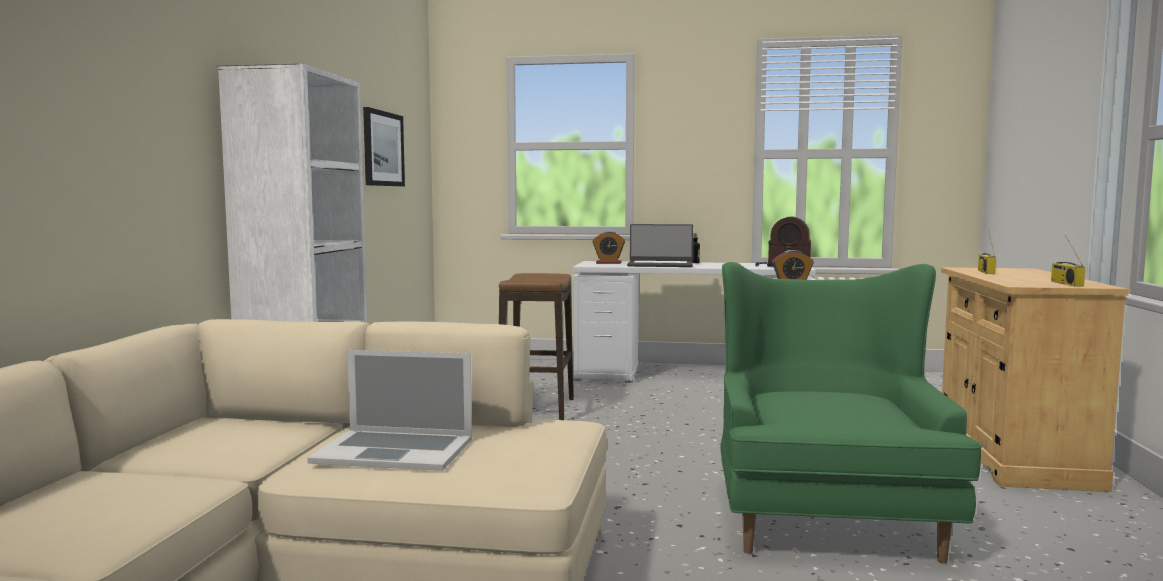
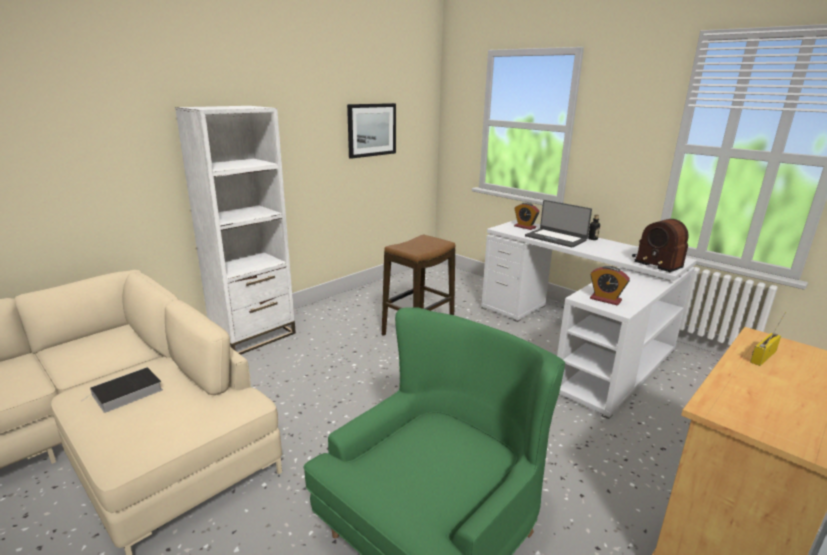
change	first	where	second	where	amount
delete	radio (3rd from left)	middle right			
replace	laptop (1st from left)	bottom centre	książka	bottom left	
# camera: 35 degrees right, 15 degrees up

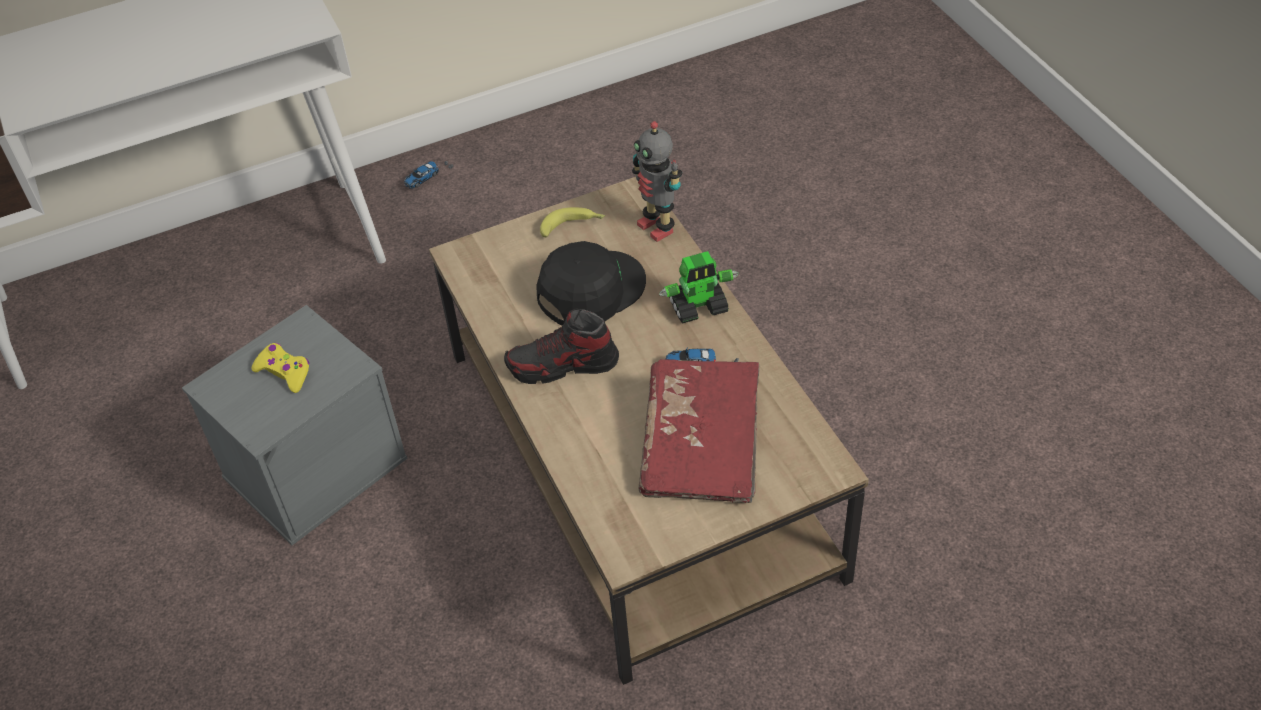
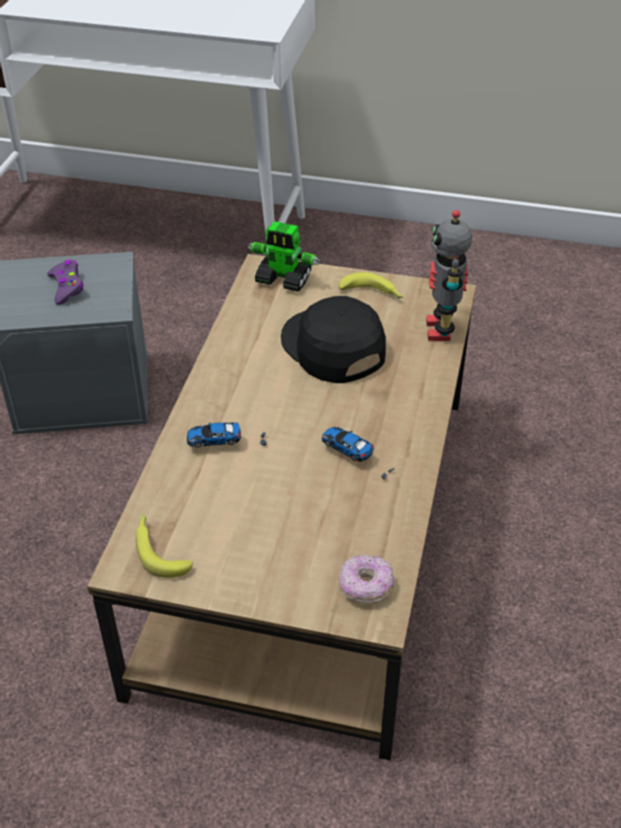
change	first	where	second	where	amount
delete	but	centre			
delete	książka/czerwony	centre			
insert			banan (1st from left)	middle left	
insert			donut	bottom centre	
move	samochodzik (1st from left)	top centre		centre	
move	robot zabawkowy (2nd from left in the first image)	centre	robot zabawkowy (1st from left)	top centre	
recolor	pad do gier/żółty	middle left	pad do gier/fioletowy	middle left	
rotate	czapka z daszkiem/czarny	centre		centre	120 degrees counterclockwise
# camera: 35 degrees right, 5 degrees down

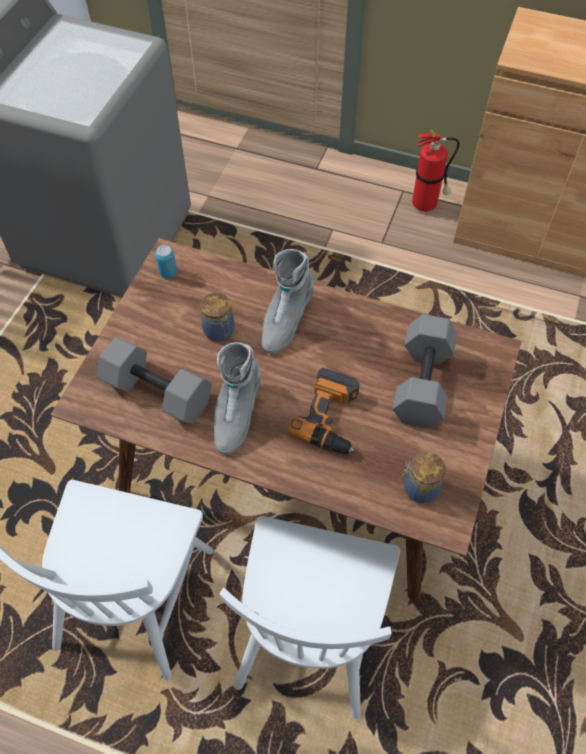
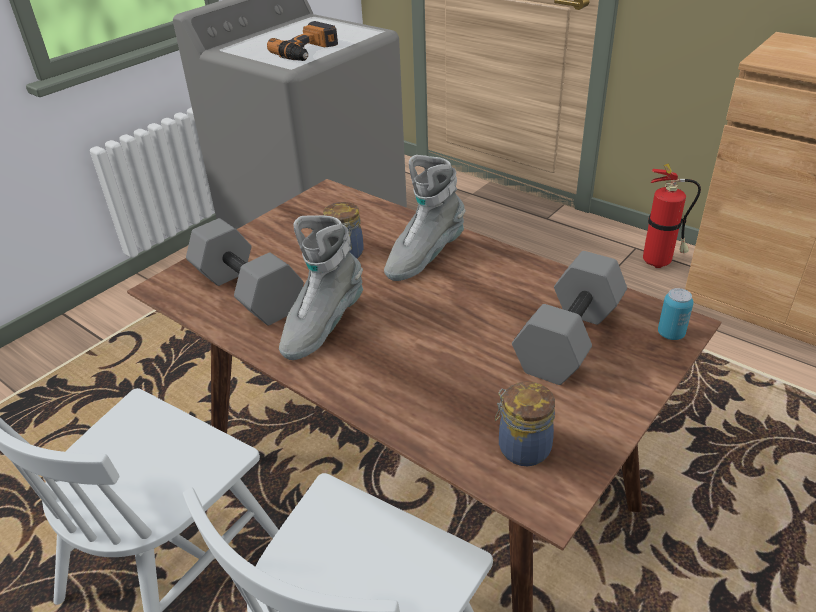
change	first	where	second	where	amount
move	puszka	middle left		middle right	
move	wiertarka	centre		top centre	
# camera: 20 degrees right, 20 degrees down

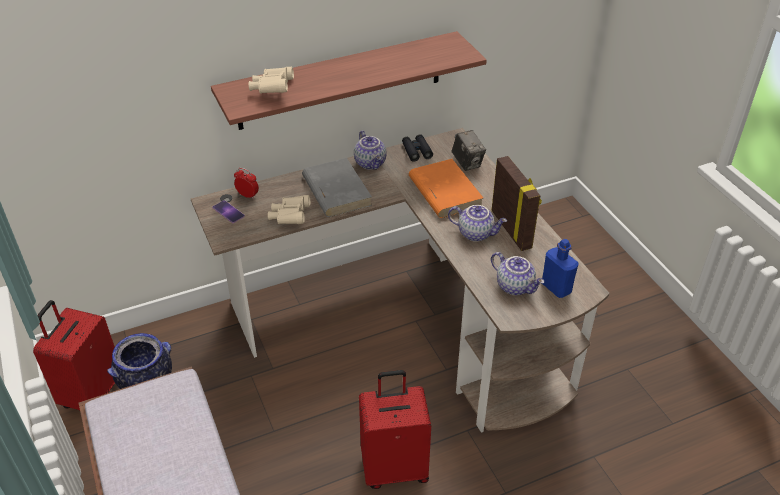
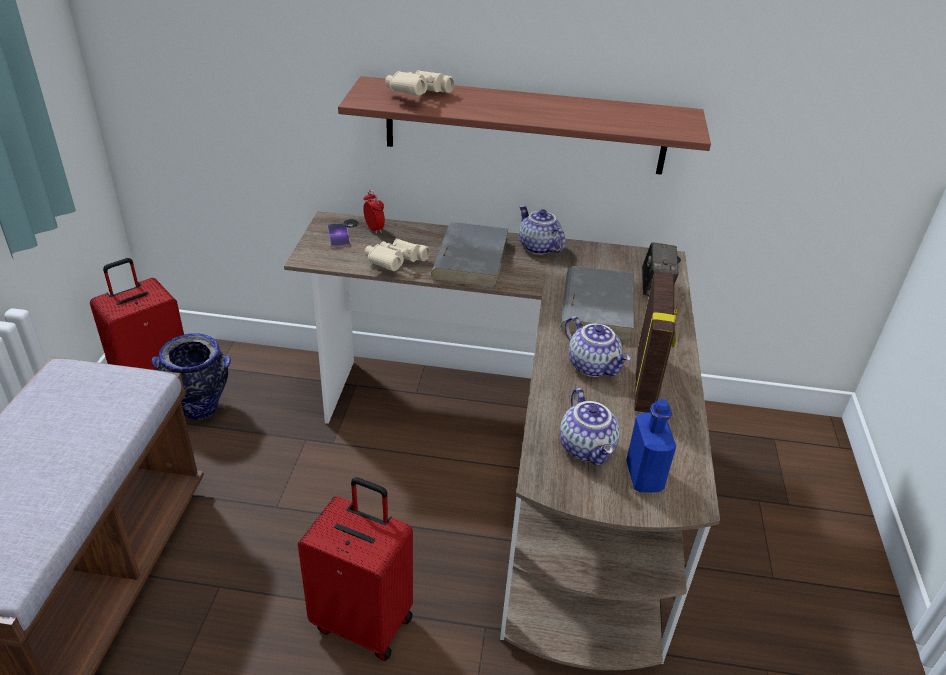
change	first	where	second	where	amount
delete	lornetka/czarny	top centre			
recolor	książka/pomarańczowy	centre	książka/szary (2nd from left)	centre	
rotate	imbryk (1st from left)	top centre		centre	135 degrees clockwise
# camera: 30 degrees right, 5 degrees down

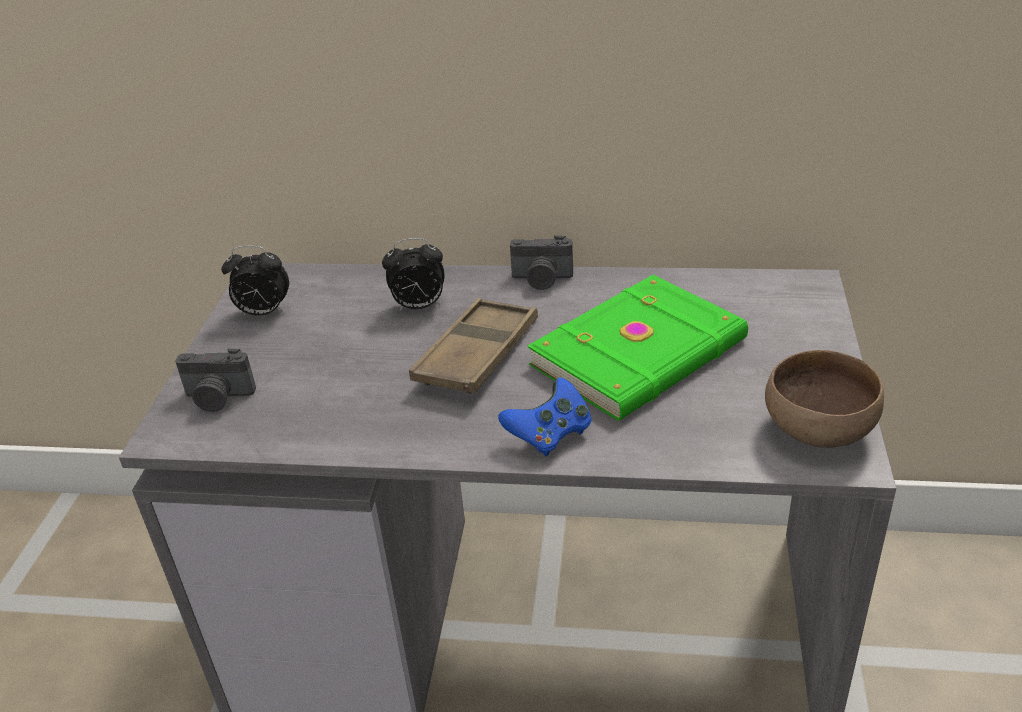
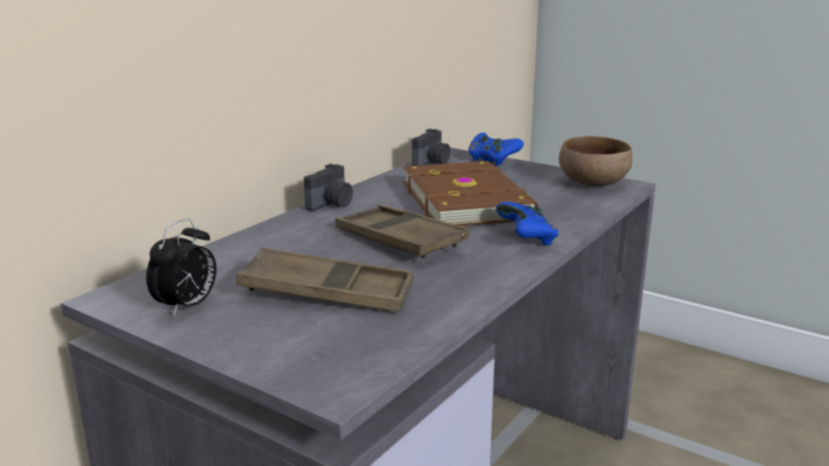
change	first	where	second	where	amount
delete	budzik (2nd from left)	centre			
insert			taca/brązowy (1st from left)	centre	
insert			pad do gier/niebieski (1st from left)	top centre	
move	aparat fotograficzny (1st from left in the first image)	middle left	aparat fotograficzny (2nd from left)	top centre	
recolor	książka/zielony	centre	książka/brązowy	centre	
# camera: 65 degrees left, 15 degrees down

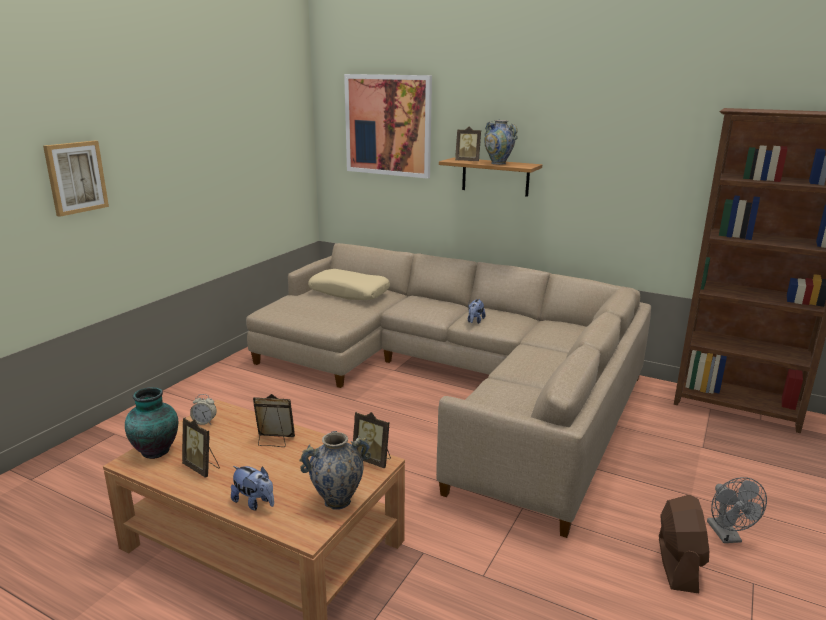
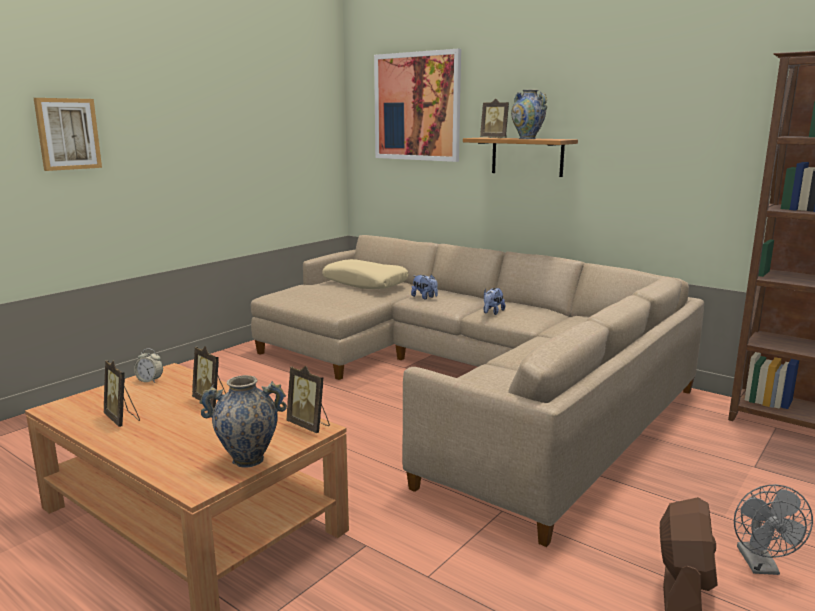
change	first	where	second	where	amount
delete	wazon (1st from left)	bottom left			
move	pluszak (1st from left)	bottom left		centre	
rotate	ramka na zdjęcie (2nd from left)	bottom left		middle left	150 degrees counterclockwise
# camera: 10 degrees right, 5 degrees down

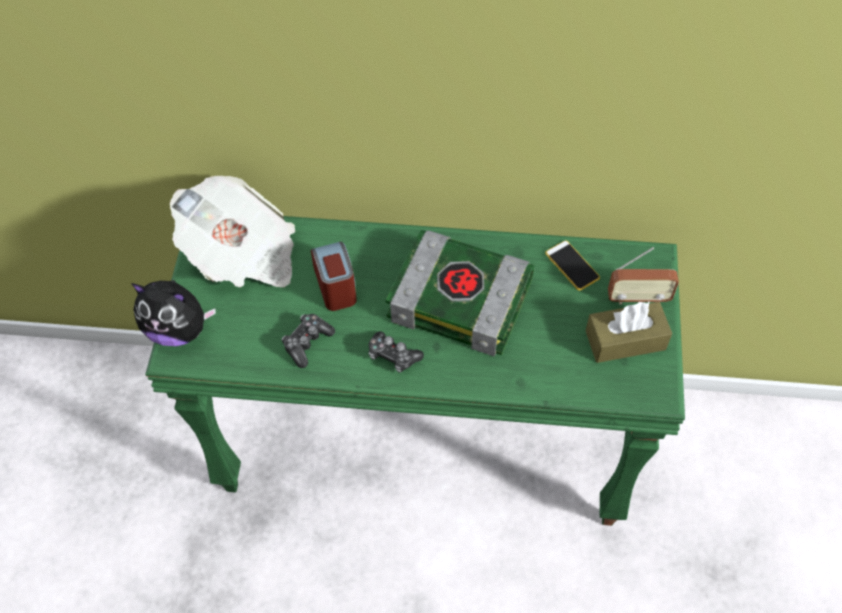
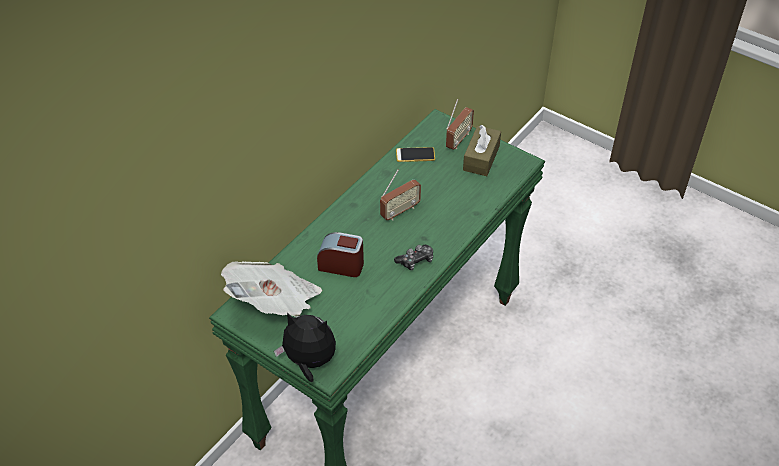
change	first	where	second	where	amount
delete	pad do gier (1st from left)	centre			
replace	książka	centre	radio (1st from left)	centre	
rotate	pluszak	middle left		bottom centre	120 degrees counterclockwise
# camera: 60 degrees left, 10 degrees down

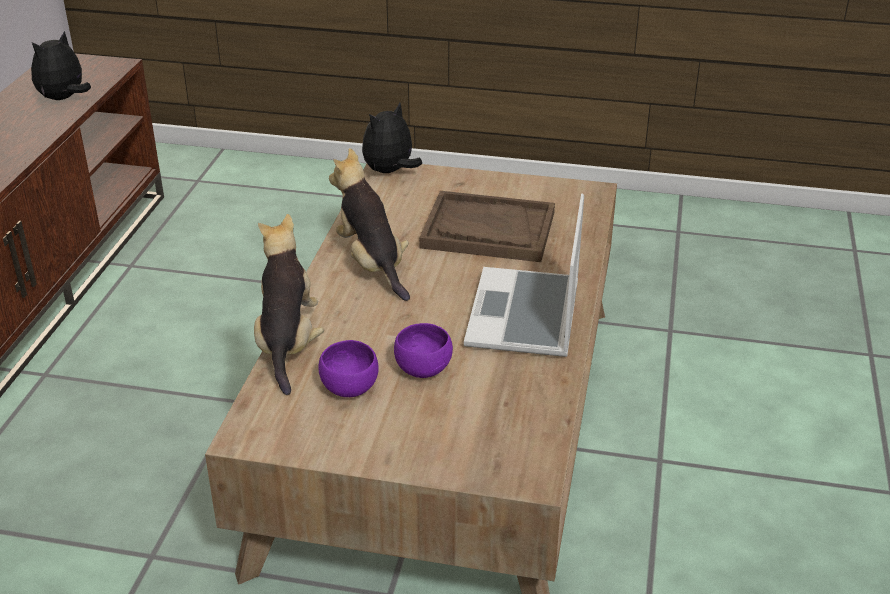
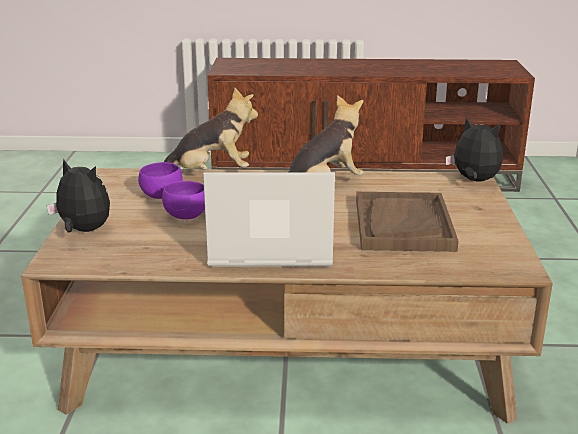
change	first	where	second	where	amount
move	pluszak (1st from left)	top left		middle left	
# camera: 80 degrees right, 10 degrees down

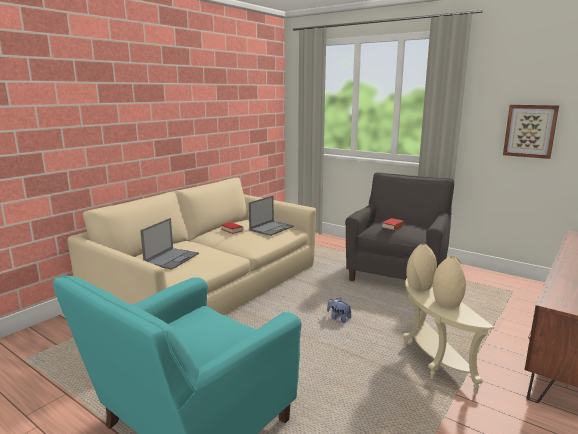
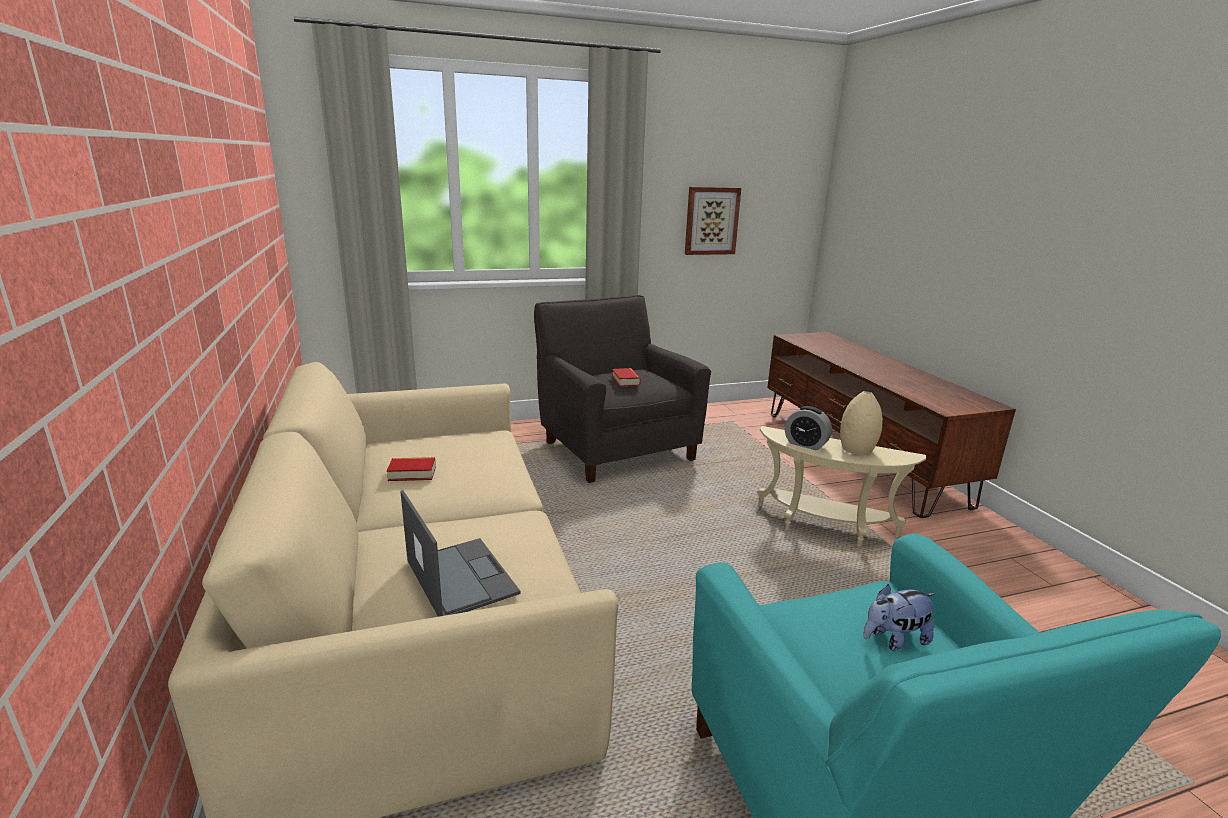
change	first	where	second	where	amount
delete	laptop (2nd from left)	centre			
move	pluszak	bottom centre		bottom right	
replace	wazon/beżowy (1st from left)	middle right	budzik	centre	
# camera: 55 degrees left, 5 degrees up

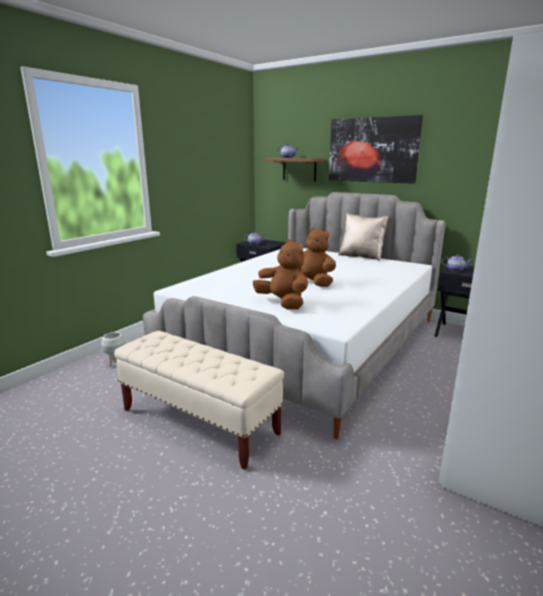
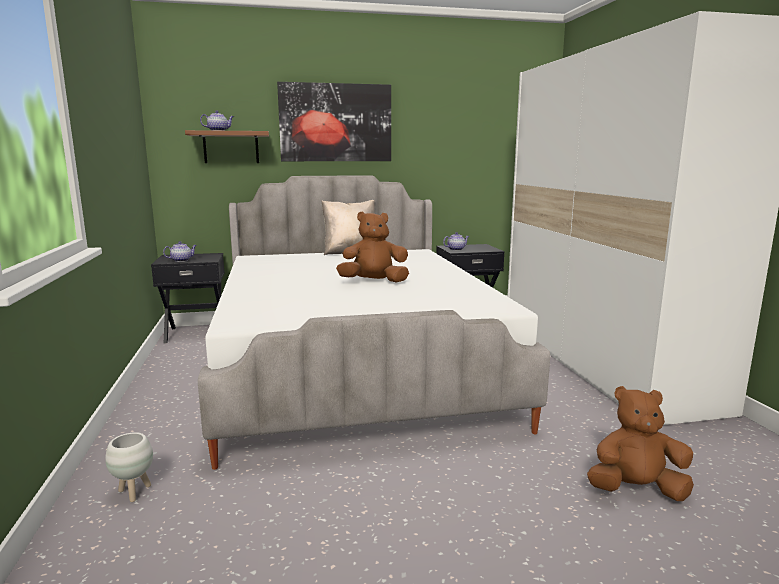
change	first	where	second	where	amount
delete	ławka/beżowy	bottom centre			
move	pluszak/brązowy (1st from left in the first image)	centre	pluszak/brązowy (2nd from left)	bottom right	
# camera: 45 degrees left, 5 degrees down

